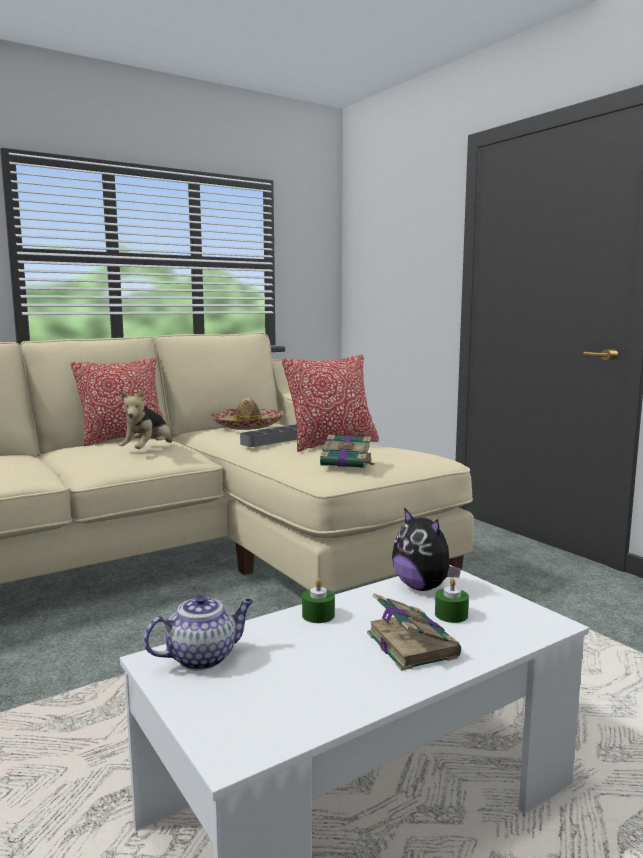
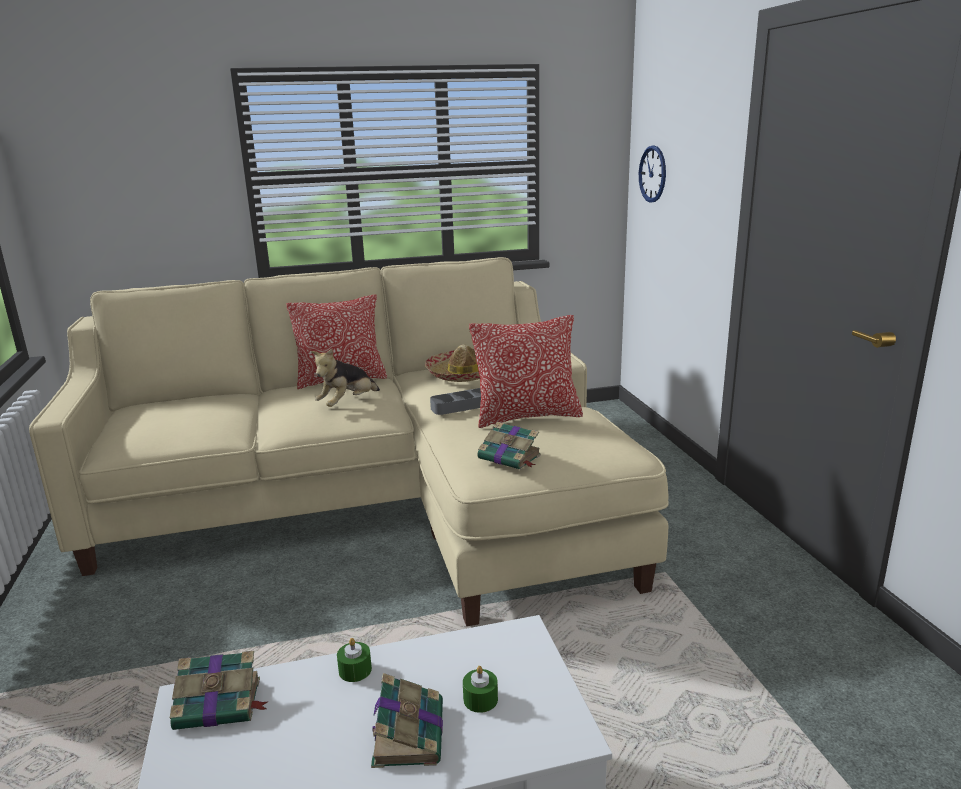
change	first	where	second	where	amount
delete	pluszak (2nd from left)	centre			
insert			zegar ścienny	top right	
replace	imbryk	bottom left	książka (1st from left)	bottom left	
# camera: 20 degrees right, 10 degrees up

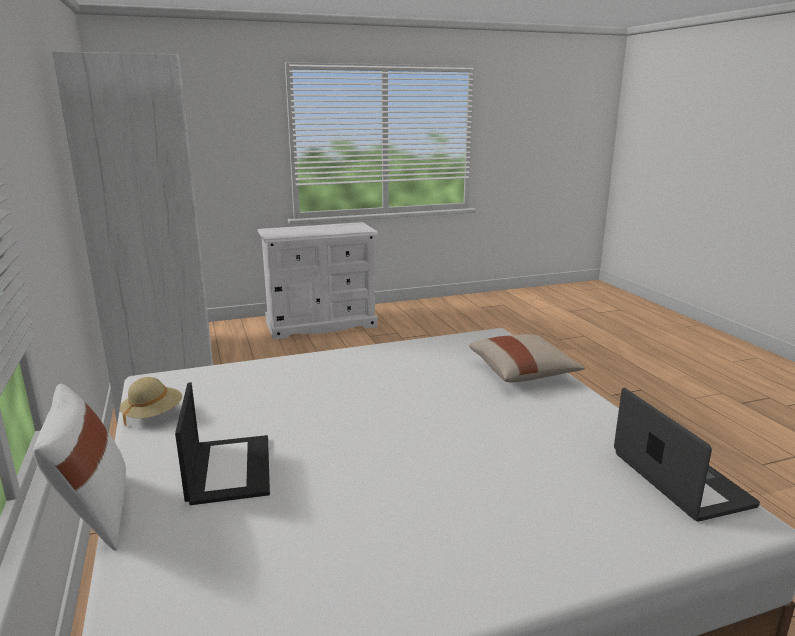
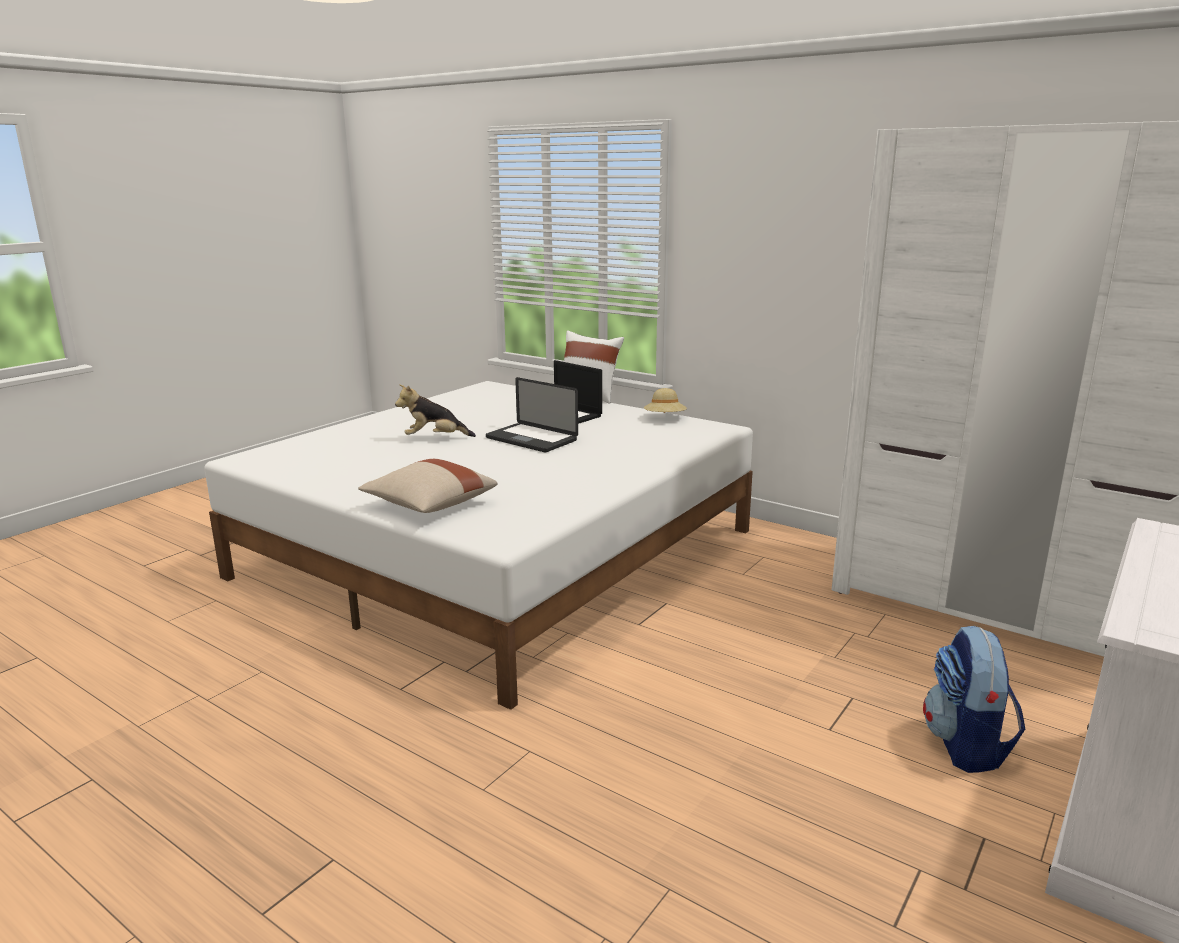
change	first	where	second	where	amount
insert			pluszak	centre	
insert			plecak	bottom right	
move	laptop (2nd from left in the first image)	bottom right	laptop (1st from left)	centre	
# camera: 145 degrees right, 0 degrees up

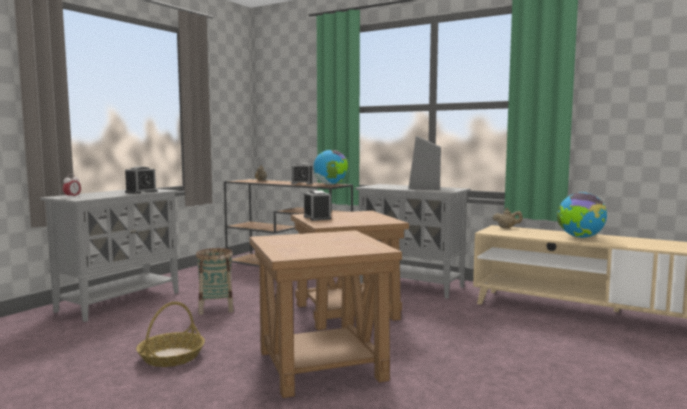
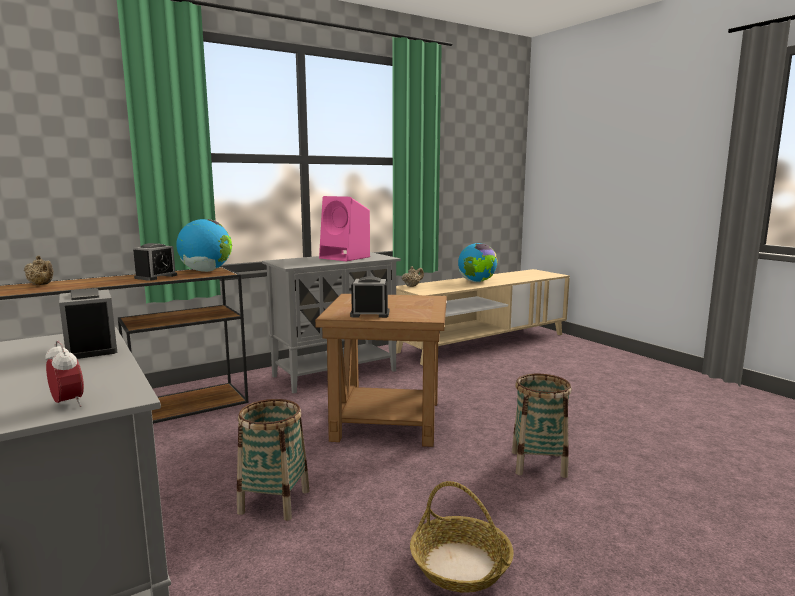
change	first	where	second	where	amount
replace	stolik/brązowy (1st from left)	bottom centre	koszyk (3rd from left)	bottom right	
recolor	głośnik/szary	centre	głośnik/różowy	centre	
# camera: 65 degrees left, 5 degrees up

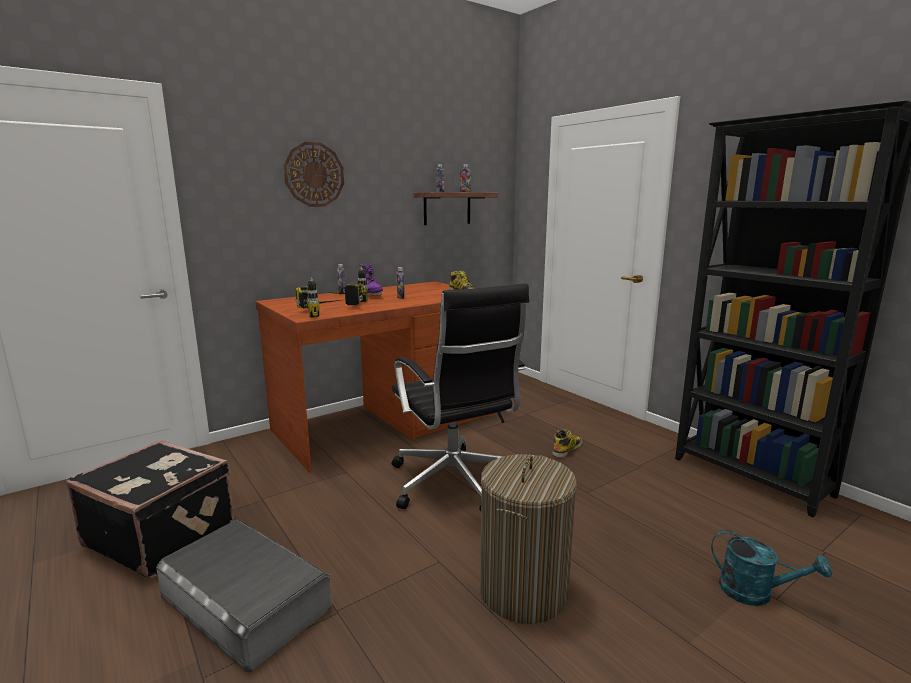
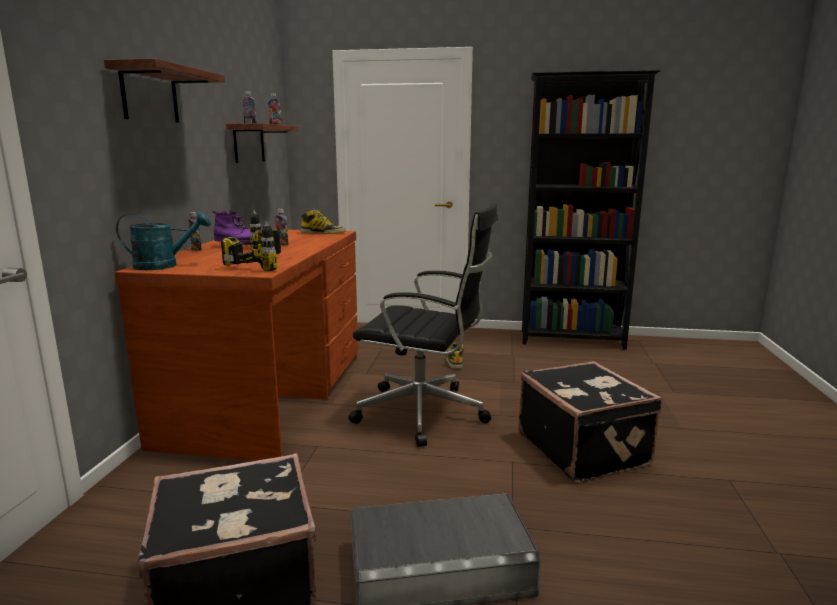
change	first	where	second	where	amount
move	konewka/turkusowy	bottom right		middle left	
replace	zegar ścienny	top centre	półka (1st from left)	top left	
replace	kosz na pranie	bottom centre	walizka/czarny (2nd from left)	bottom right	
# camera: 45 degrees left, 0 degrees up

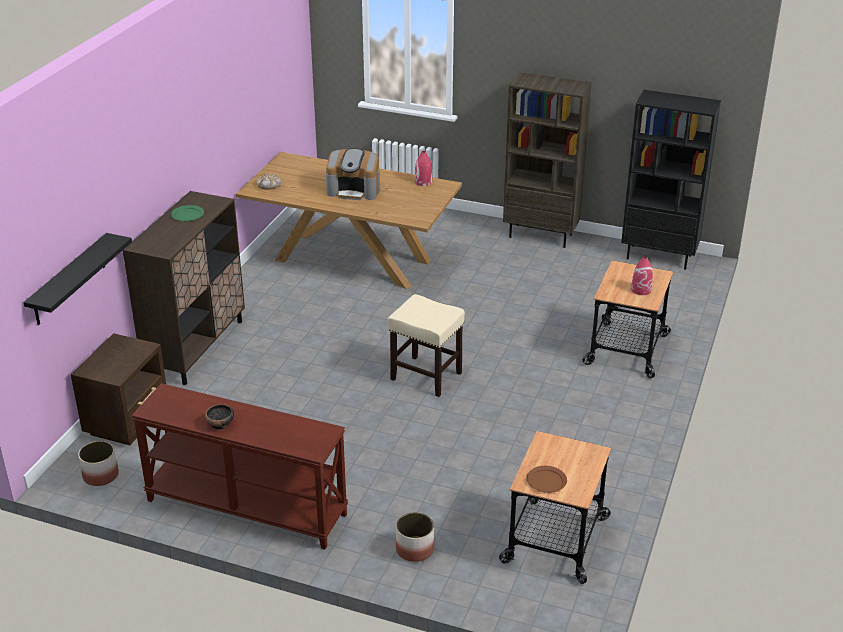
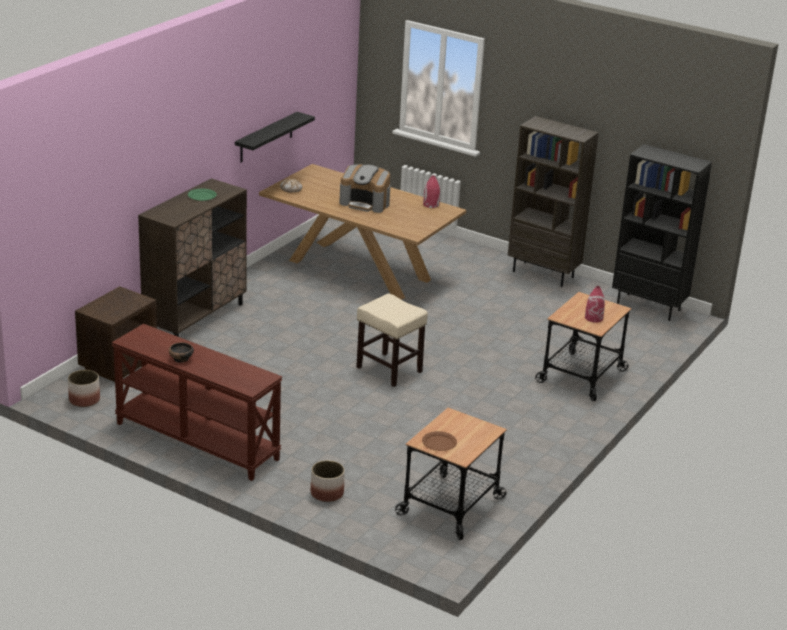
change	first	where	second	where	amount
move	półka/czarny	middle left		top centre	
# camera: 10 degrees right, 5 degrees down

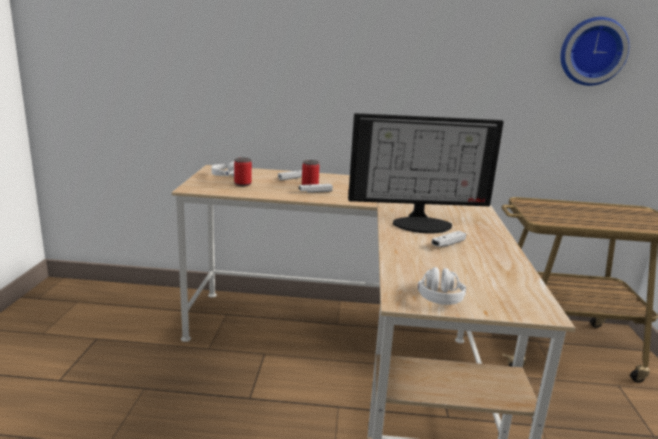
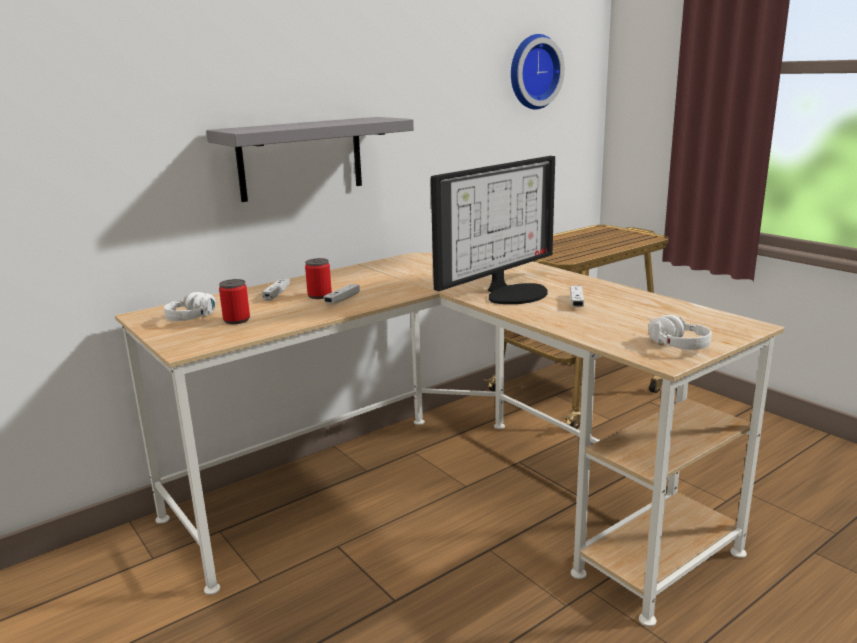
change	first	where	second	where	amount
insert			półka/szary	top centre	
# camera: 40 degrees left, 0 degrees up

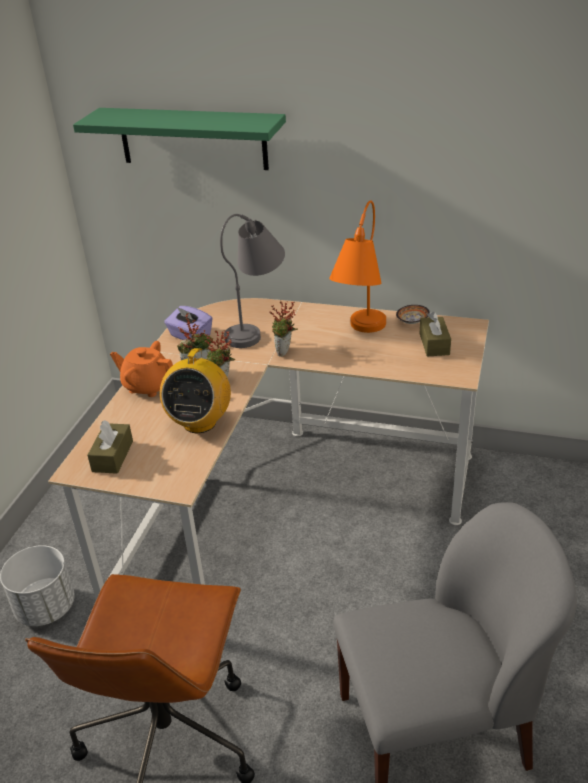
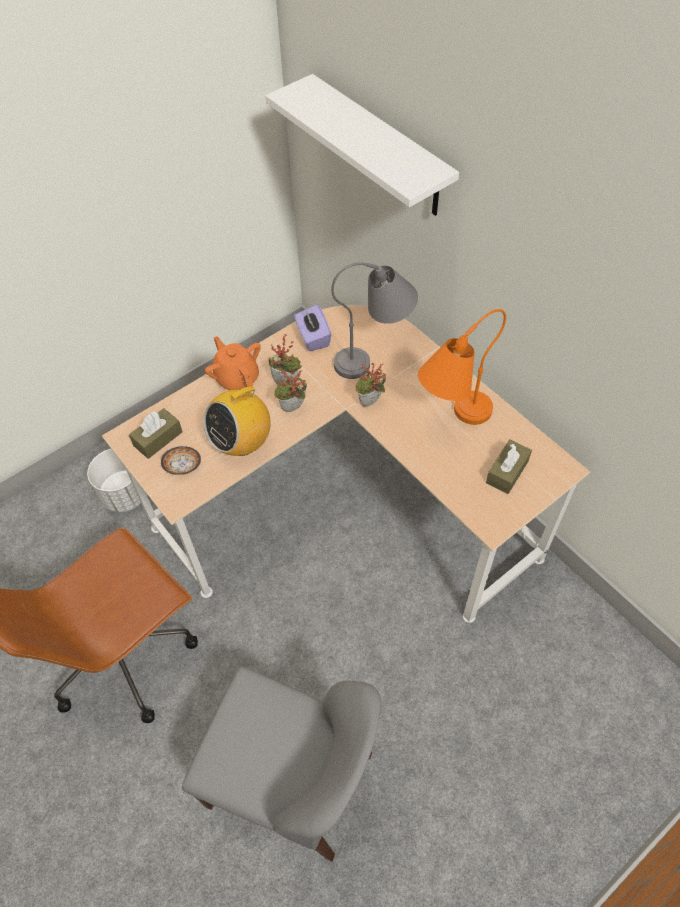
change	first	where	second	where	amount
move	miska	middle right		middle left	
recolor	półka/zielony	top left	półka/biały	top centre	
# camera: 35 degrees right, 20 degrees up

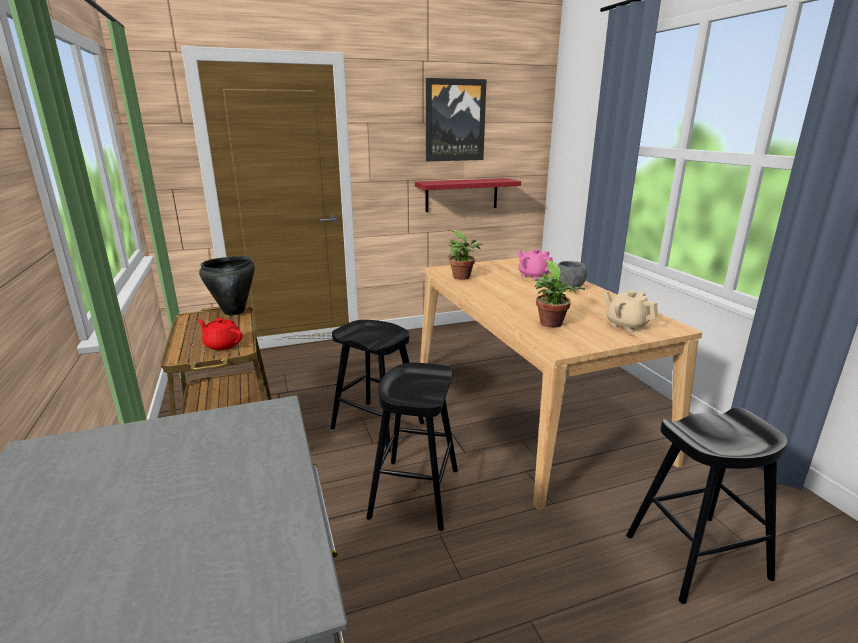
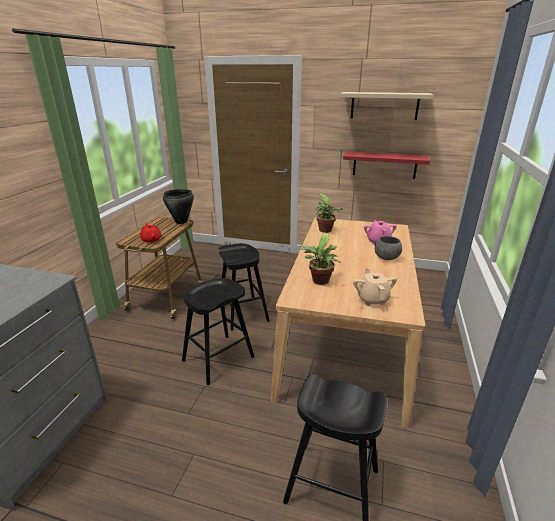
change	first	where	second	where	amount
replace	obraz	top centre	półka/beżowy	top right	
# camera: 35 degrees right, 5 degrees up

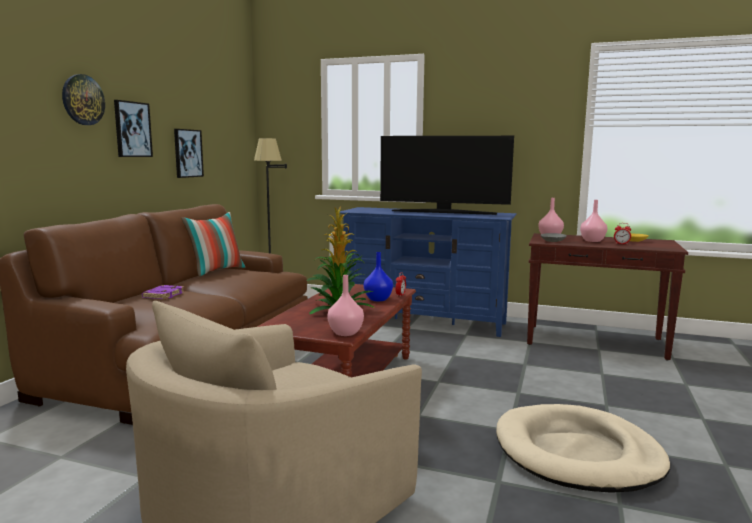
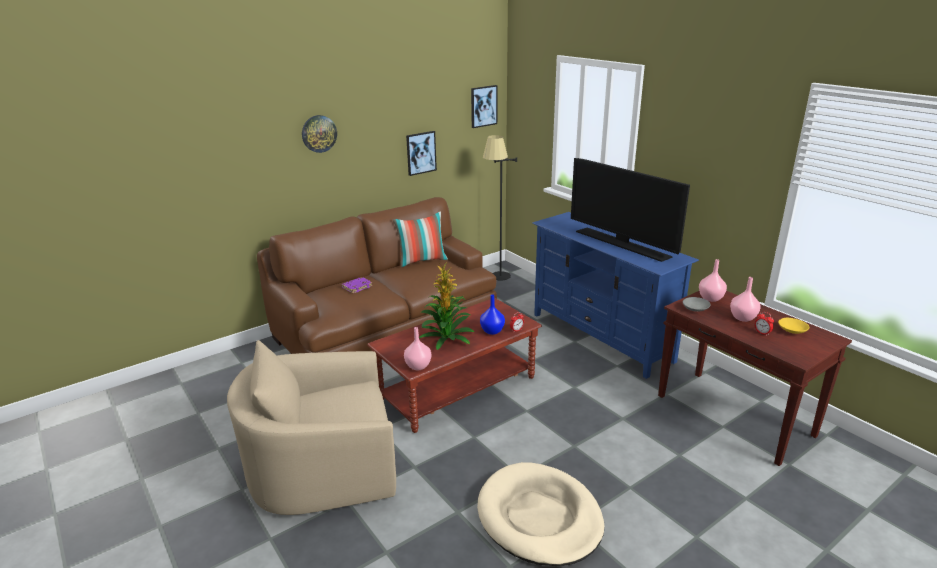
change	first	where	second	where	amount
move	obraz (1st from left in the first image)	top left	obraz (2nd from left)	top centre	
# camera: 35 degrees right, 15 degrees up

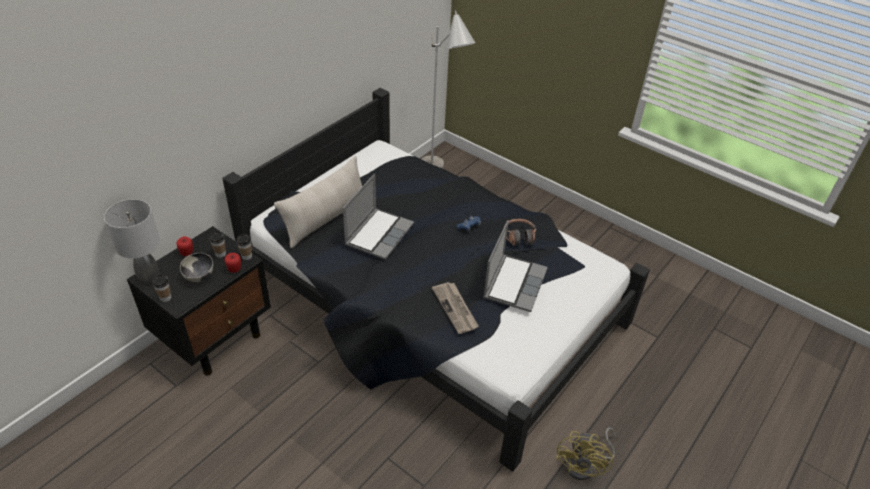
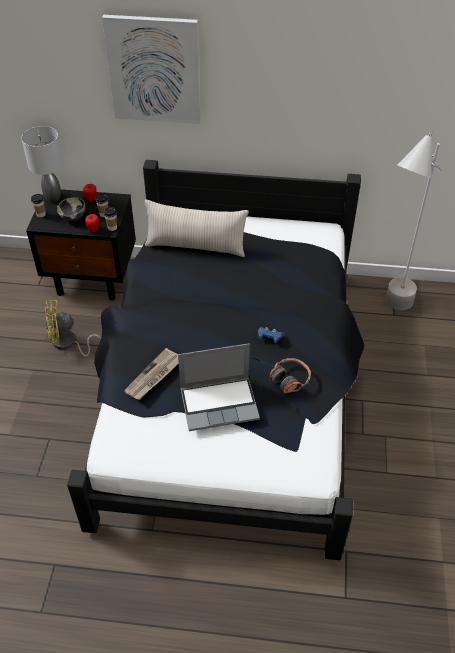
change	first	where	second	where	amount
delete	laptop (1st from left)	centre			
insert			obraz	top left	
move	wentylator/żółty	bottom right		middle left	
# camera: 60 degrees right, 5 degrees up

